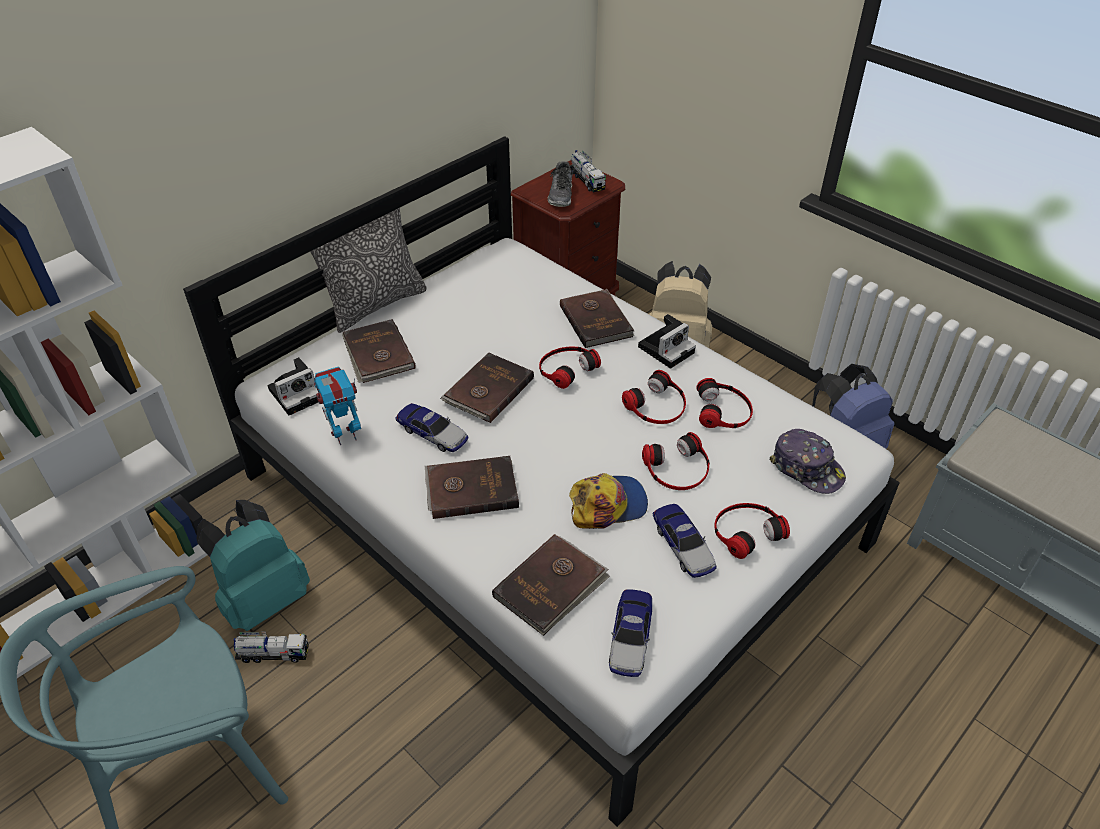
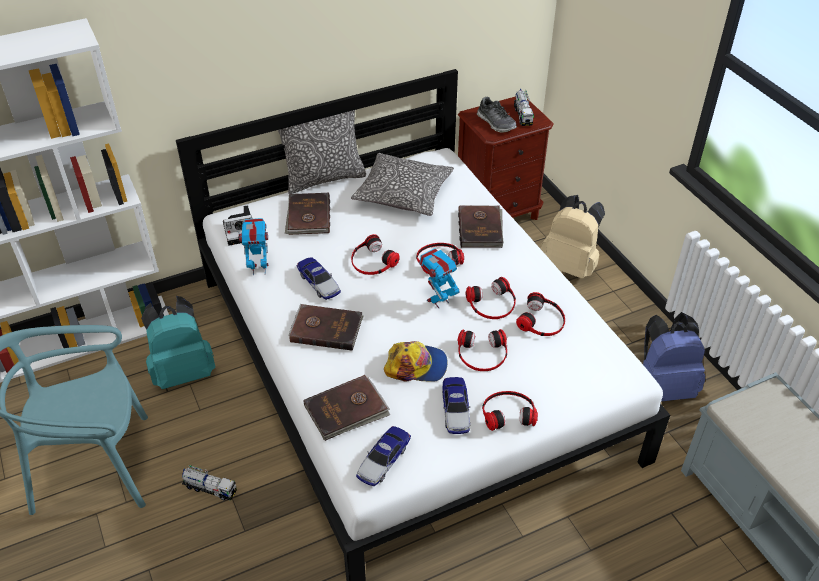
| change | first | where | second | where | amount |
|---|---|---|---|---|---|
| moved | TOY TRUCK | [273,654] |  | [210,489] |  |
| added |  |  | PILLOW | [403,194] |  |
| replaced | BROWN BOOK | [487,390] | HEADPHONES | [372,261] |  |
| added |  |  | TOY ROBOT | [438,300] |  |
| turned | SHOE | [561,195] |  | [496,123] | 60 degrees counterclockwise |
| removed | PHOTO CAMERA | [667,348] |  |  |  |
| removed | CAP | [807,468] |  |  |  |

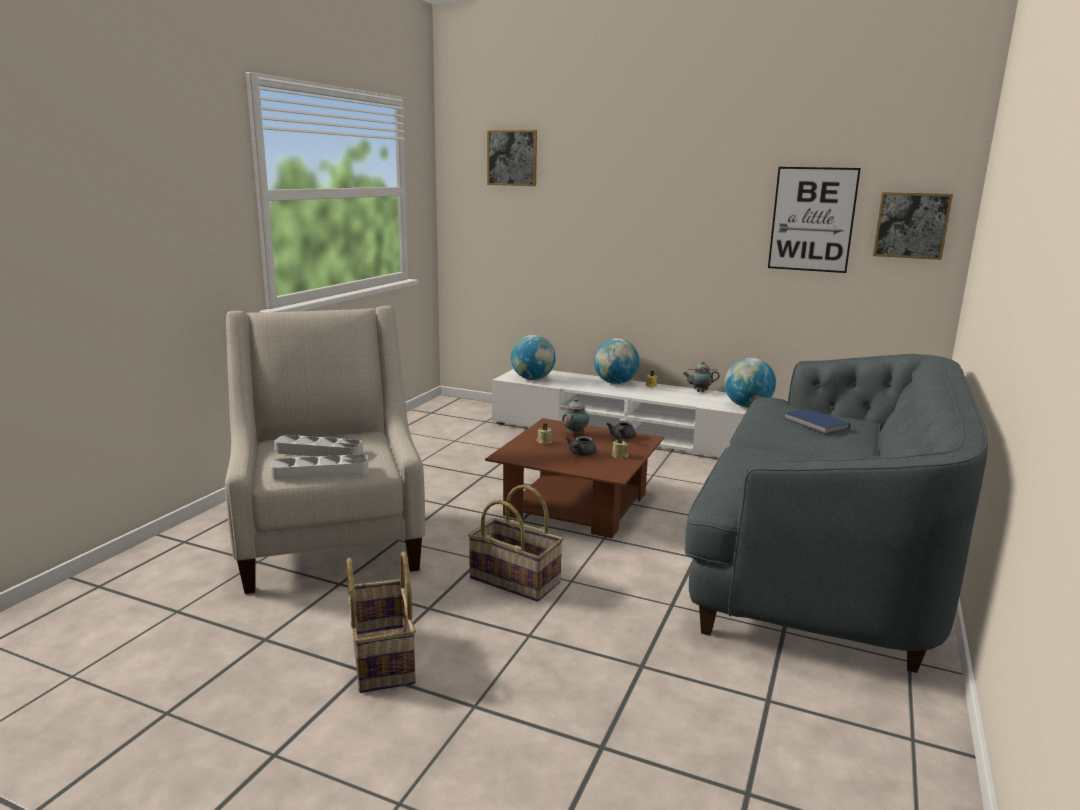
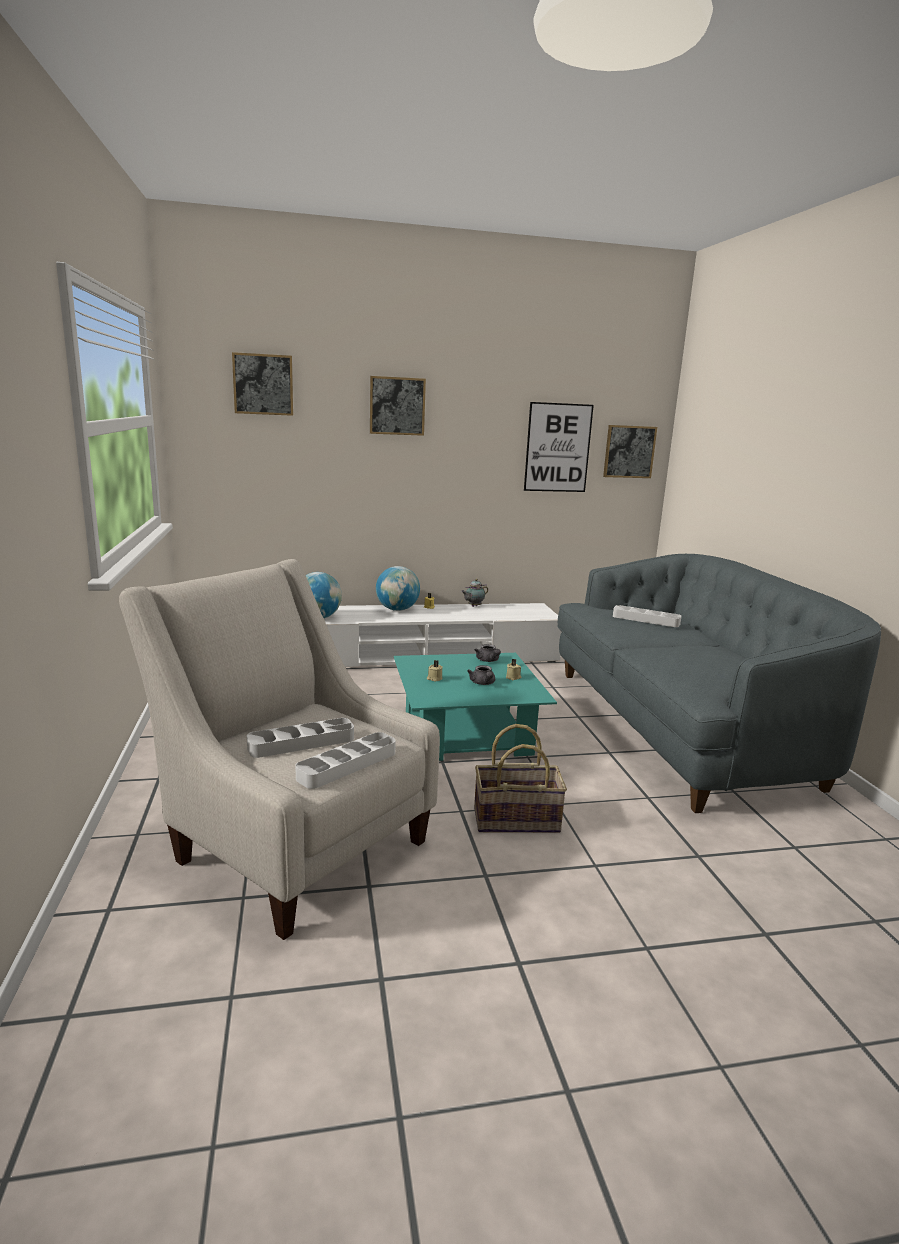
| change | first | where | second | where | amount |
|---|---|---|---|---|---|
| added |  |  | PICTURE | [397,406] |  |
| recoloured | BROWN COFFEE TABLE | [576,505] | TURQUOISE COFFEE TABLE | [466,733] |  |
| replaced | BLUE BOOK | [815,424] | GREY TRAY | [646,620] |  |
| removed | BASKET | [380,658] |  |  |  |
| removed | TEAPOT | [575,434] |  |  |  |
| removed | GLOBE | [747,406] |  |  |  |

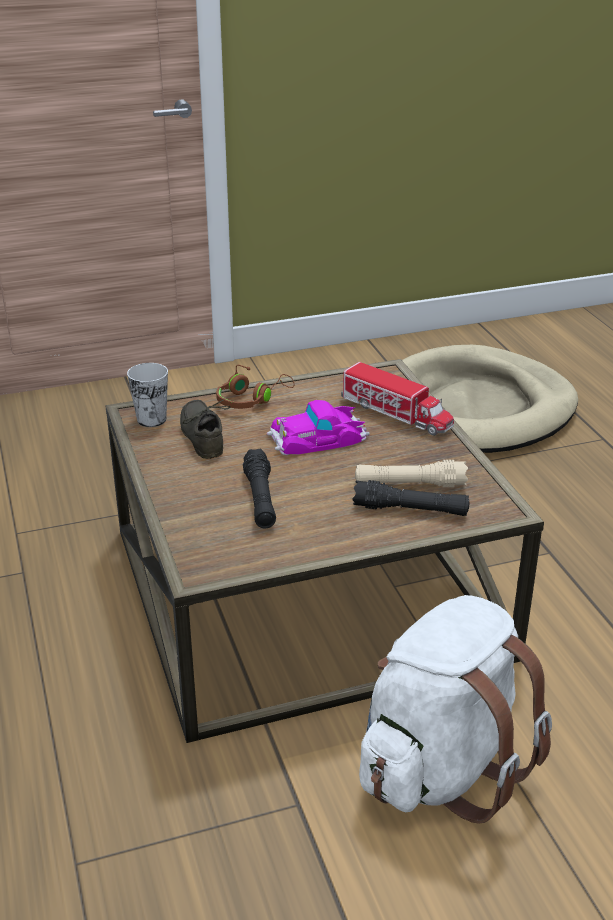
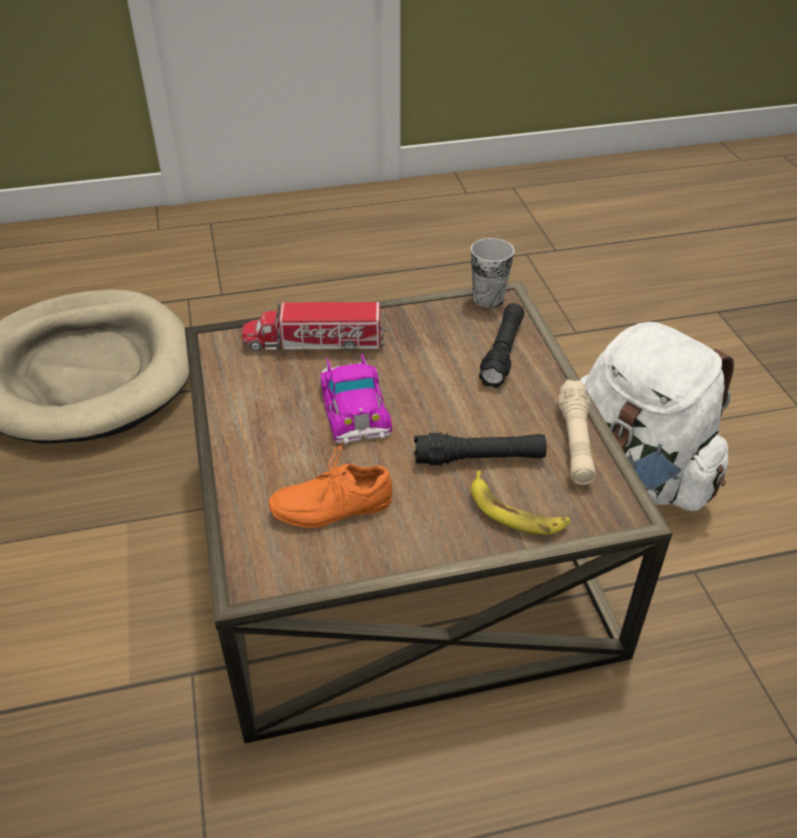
| change | first | where | second | where | amount |
|---|---|---|---|---|---|
| turned | TOY TRUCK | [396,413] |  | [315,342] | 135 degrees counterclockwise |
| recoloured | GREY SHOE | [205,436] | ORANGE SHOE | [331,504] |  |
| moved | CUP | [151,419] |  | [488,298] |  |
| added |  |  | BANANA | [515,511] |  |
| moved | BEIGE FLASHLIGHT | [410,484] |  | [575,441] |  |
| removed | BROWN HEADPHONES | [251,399] |  |  |  |

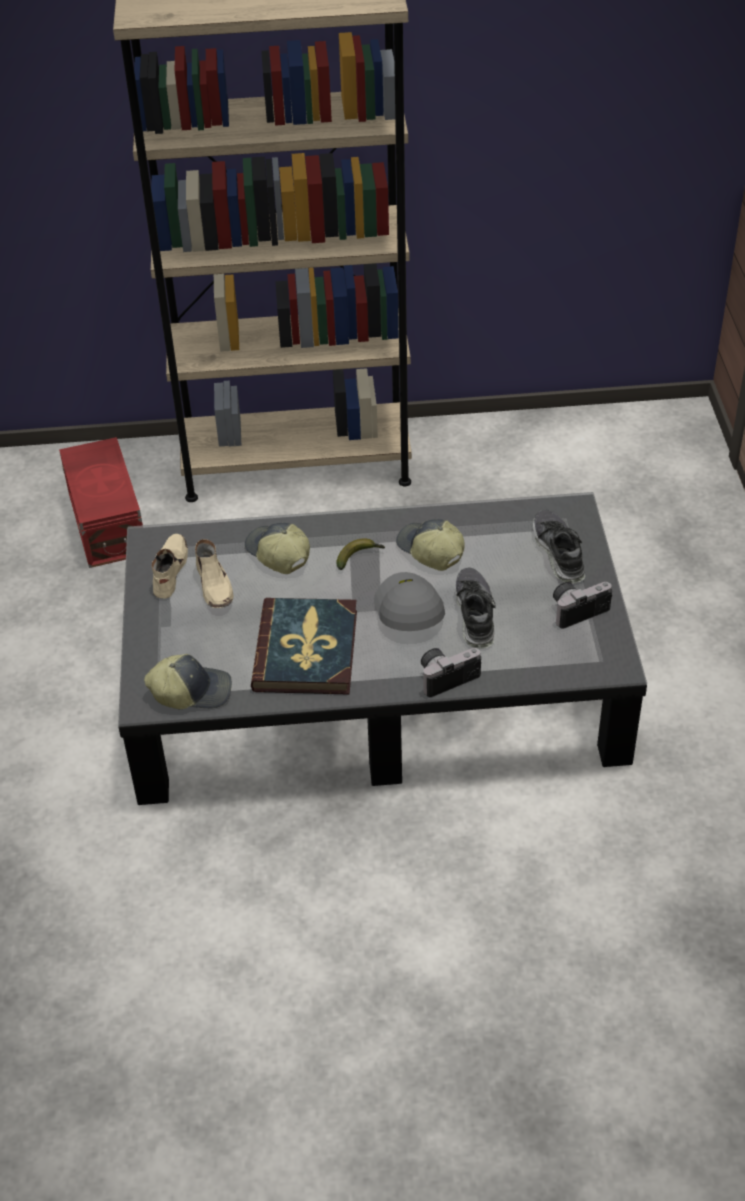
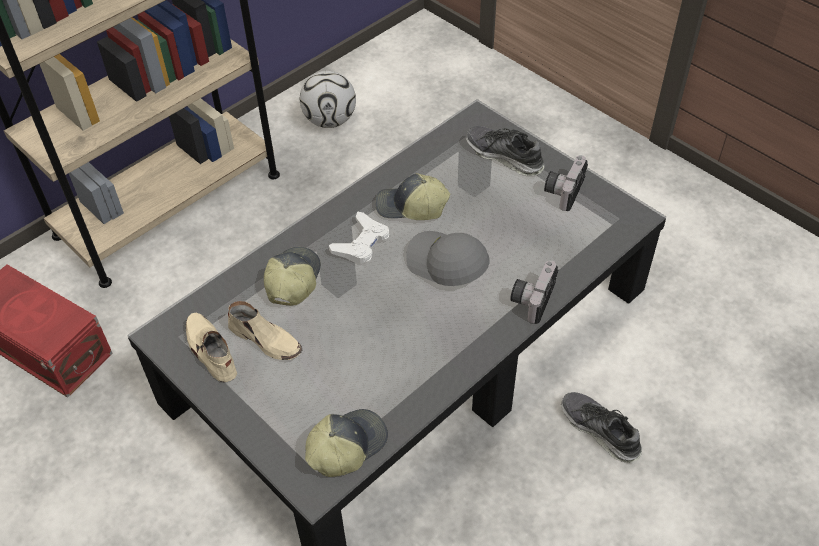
| change | first | where | second | where | amount |
|---|---|---|---|---|---|
| turned | CAP | [277,554] |  | [292,281] | 90 degrees clockwise |
| added |  |  | FOOTBALL | [330,120] |  |
| replaced | BANANA | [359,557] | WHITE GAME CONTROLLER | [361,243] |  |
| moved | SHOE | [474,614] |  | [599,431] |  |
| removed | BOOK | [307,650] |  |  |  |

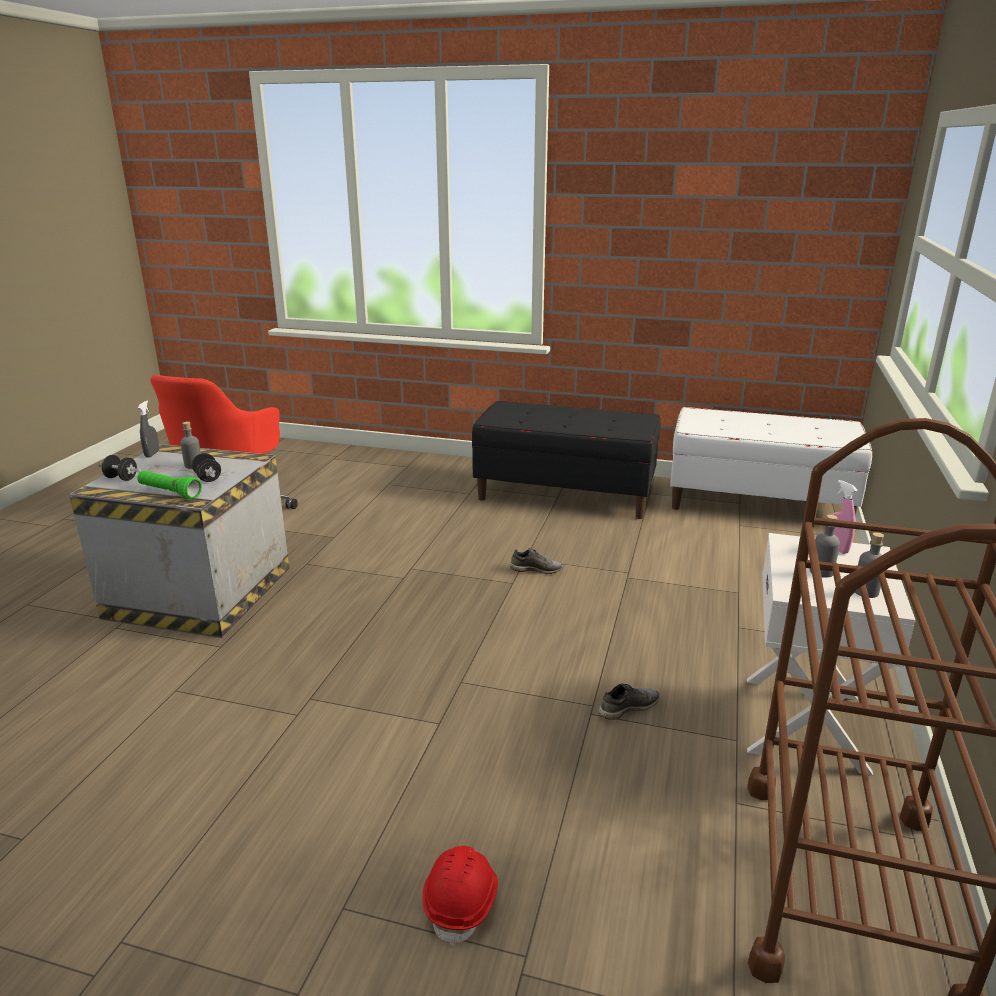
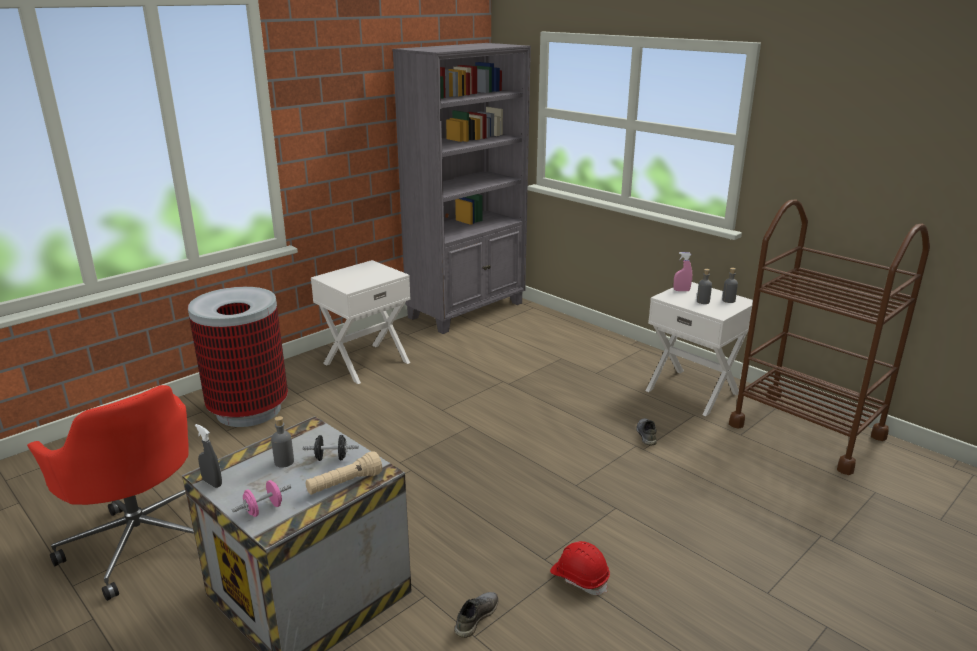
| change | first | where | second | where | amount |
|---|---|---|---|---|---|
| added |  |  | TRASH CAN | [249,410] |  |
| recoloured | BLACK DUMBBELL | [121,478] | PINK DUMBBELL | [264,509] |  |
| recoloured | GREEN FLASHLIGHT | [169,493] | BEIGE FLASHLIGHT | [344,484] |  |
| replaced | BLACK BENCH | [565,494] | WHITE NIGHTSTAND | [366,362] |  |
| replaced | WHITE BENCH | [759,503] | GREY BOOKCASE | [467,310] |  |
| moved | GREY SHOE | [536,569] |  | [476,617] |  |
| moved | RED HARD HAT | [462,902] |  | [579,578] |  |

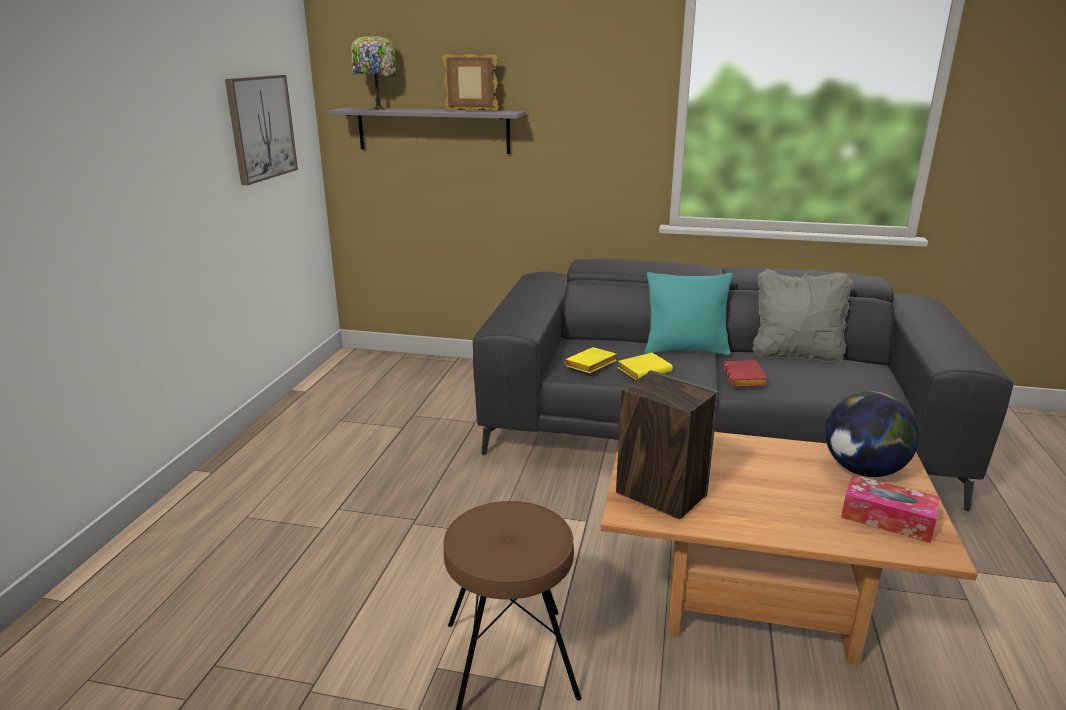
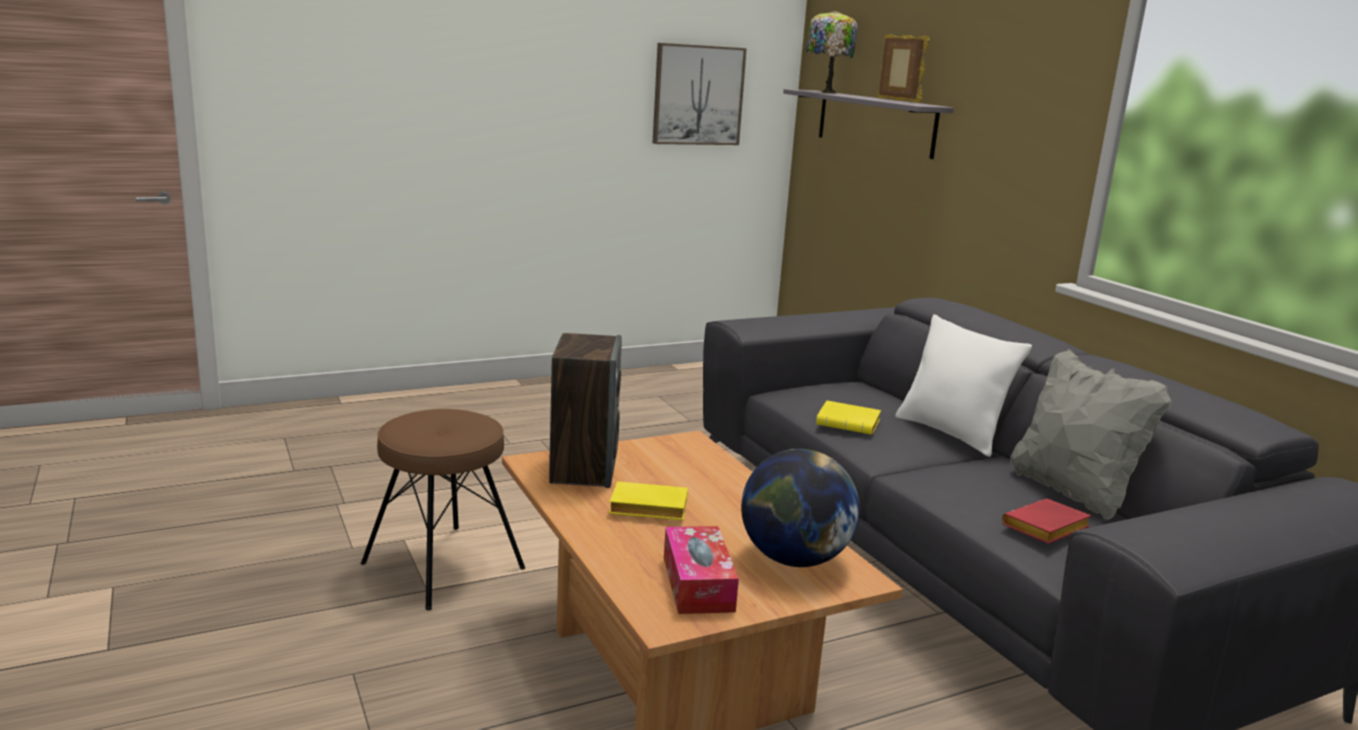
| change | first | where | second | where | amount |
|---|---|---|---|---|---|
| moved | YELLOW BOOK | [591,365] |  | [646,509] |  |
| recoloured | TURQUOISE PILLOW | [685,350] | WHITE PILLOW | [950,433] |  |
| moved | RED BOOK | [745,378] |  | [1045,529] |  |

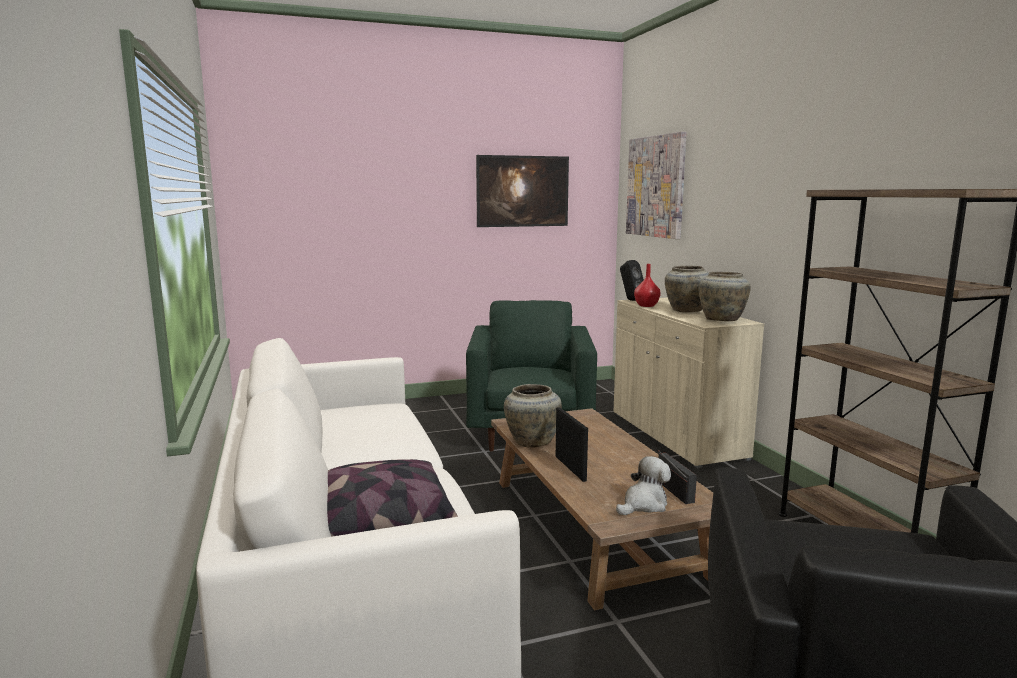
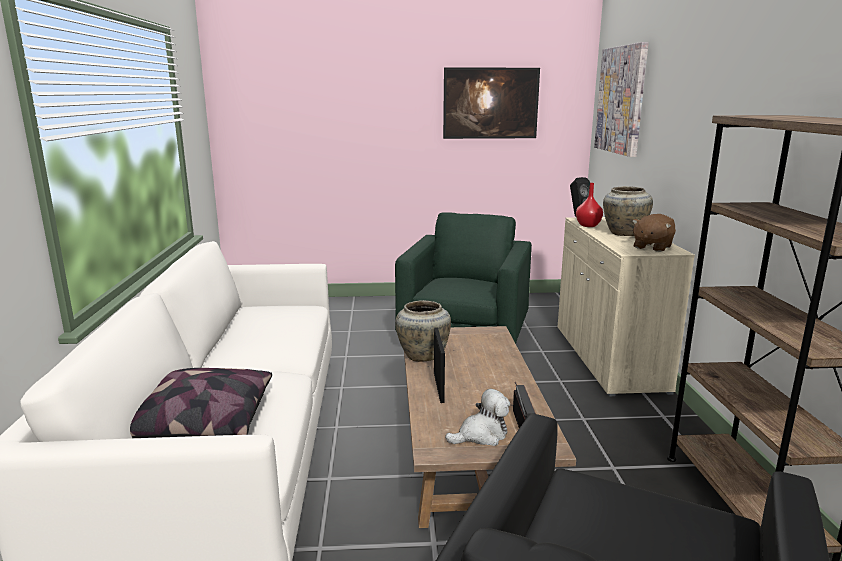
| change | first | where | second | where | amount |
|---|---|---|---|---|---|
| replaced | BEIGE VASE | [722,319] | BROWN PLUSH TOY | [651,247] |  |

